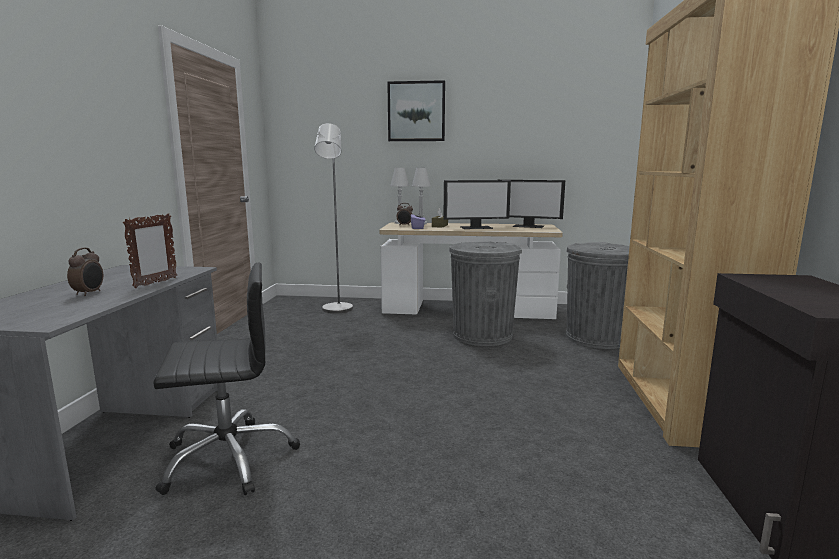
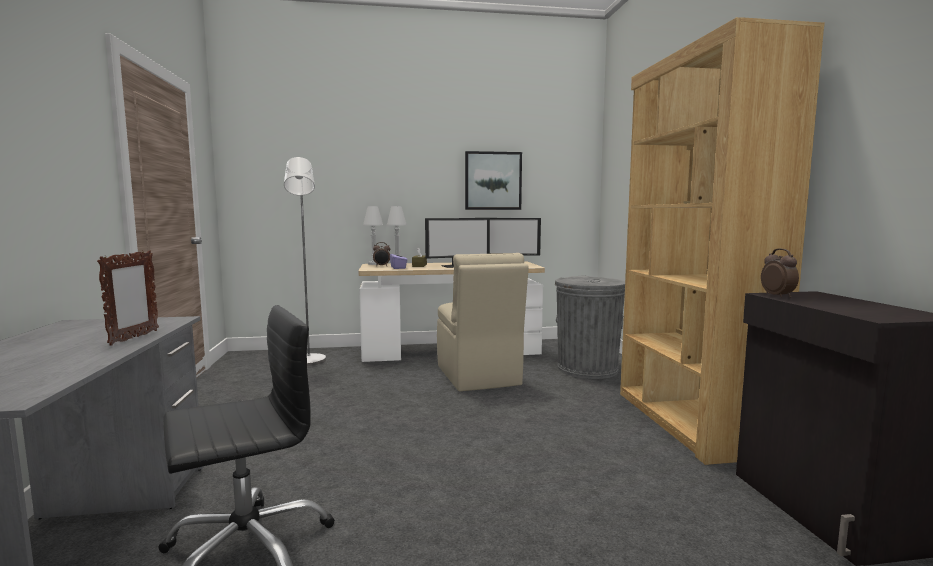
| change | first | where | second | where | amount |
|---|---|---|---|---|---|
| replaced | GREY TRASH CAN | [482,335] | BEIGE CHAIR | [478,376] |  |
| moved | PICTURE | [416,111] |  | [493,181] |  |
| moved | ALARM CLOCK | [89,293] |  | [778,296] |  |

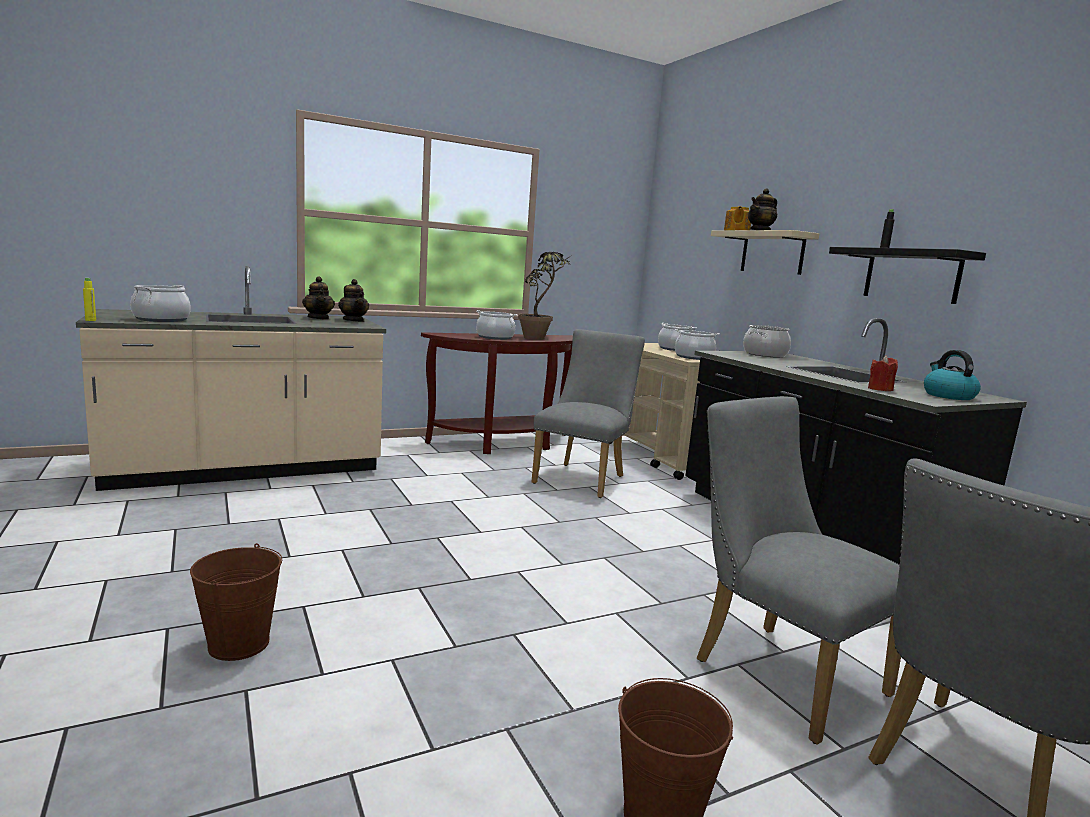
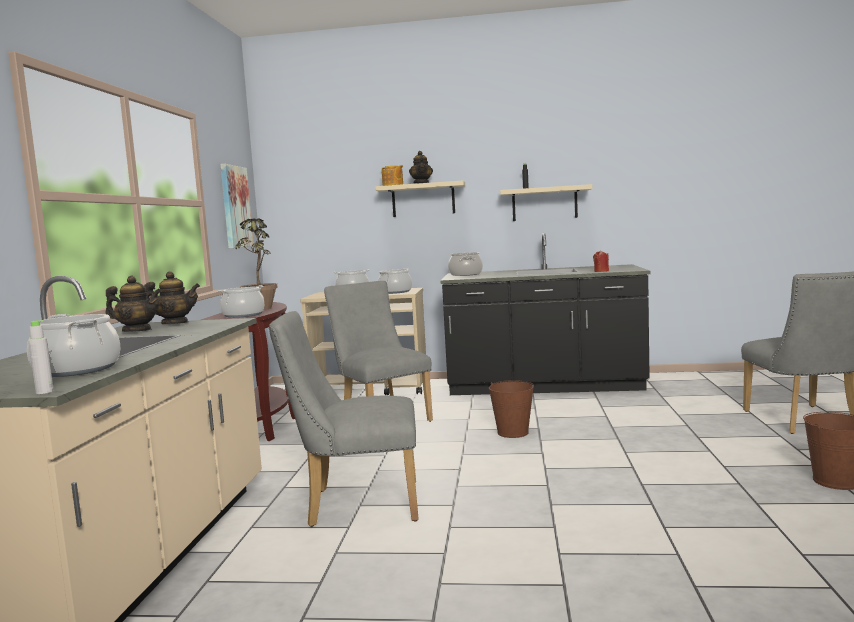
| change | first | where | second | where | amount |
|---|---|---|---|---|---|
| recoloured | YELLOW BOTTLE | [90,320] | GREY BOTTLE | [44,392] |  |
| added |  |  | PICTURE | [235,207] |  |
| moved | GREY CHAIR | [777,670] |  | [355,504] |  |
| moved | BROWN BUCKET | [238,644] |  | [512,433] |  |
| recoloured | BLACK SHELF | [911,275] | BEIGE SHELF | [544,203] |  |
| removed | KETTLE | [947,396] |  |  |  |

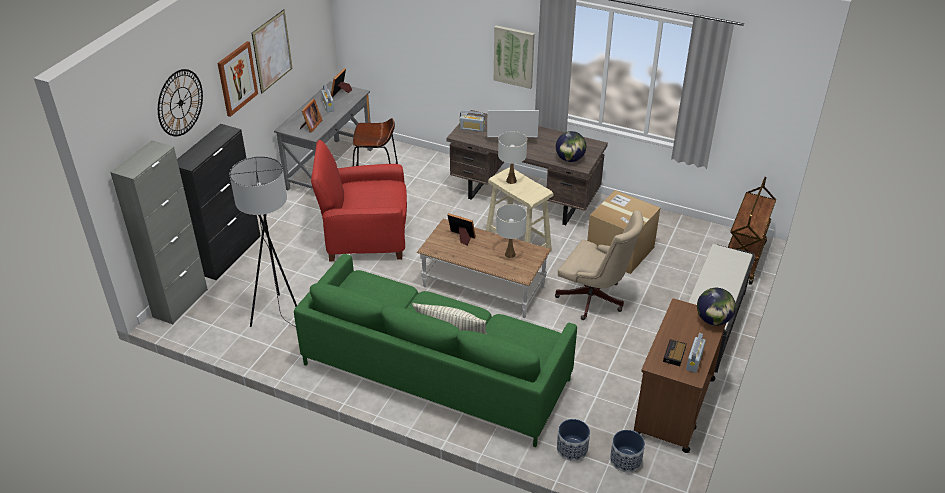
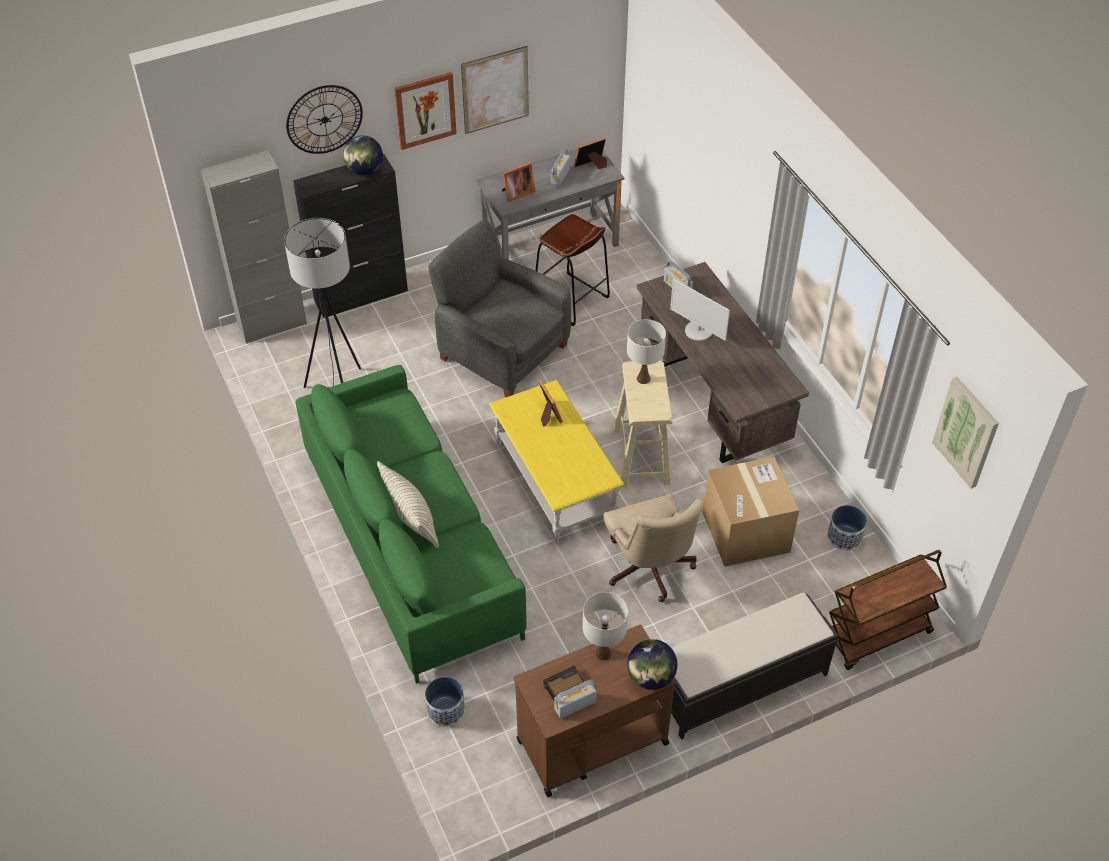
| change | first | where | second | where | amount |
|---|---|---|---|---|---|
| moved | GLOBE | [569,159] |  | [364,170] |  |
| recoloured | RED ARMCHAIR | [365,236] | GREY ARMCHAIR | [502,351] |  |
| recoloured | BROWN COFFEE TABLE | [483,286] | YELLOW COFFEE TABLE | [554,481] |  |
| moved | WHITE TABLE LAMP | [510,254] |  | [603,653] |  |
| moved | PLANTER | [626,460] |  | [844,537] |  |
| moved | PICTURE | [514,56] |  | [966,432] |  |

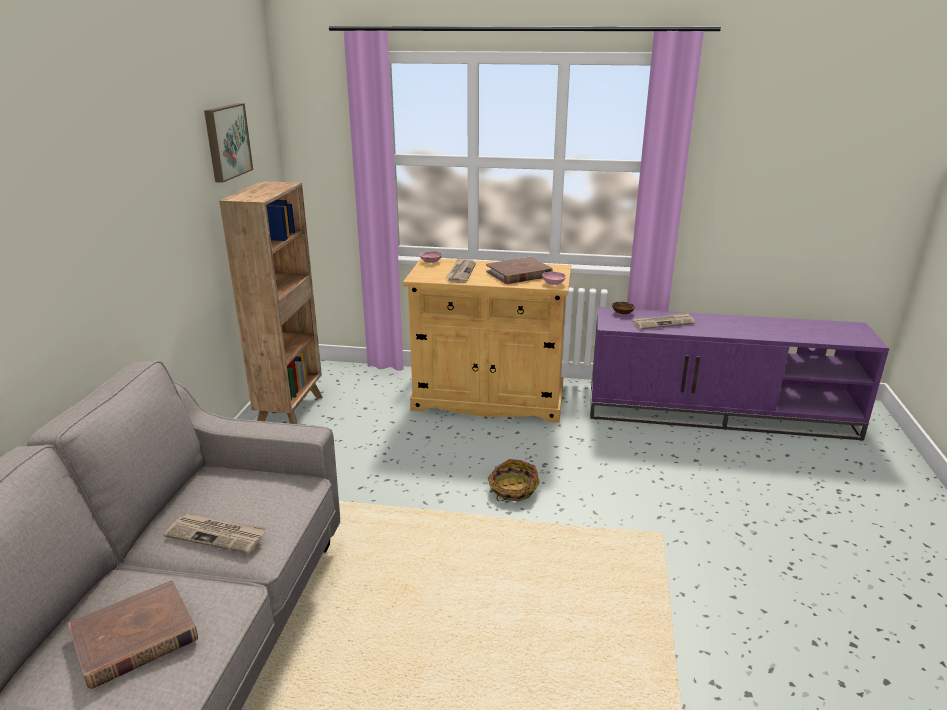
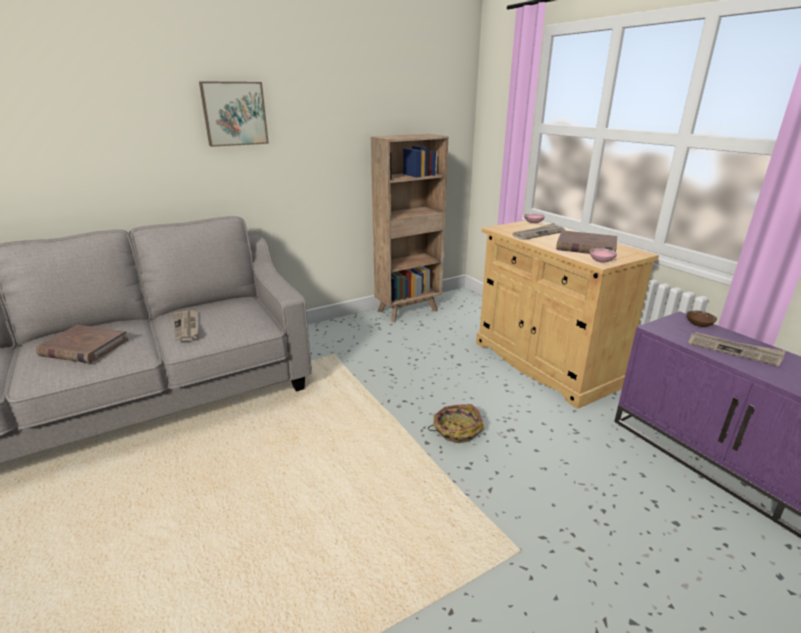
| change | first | where | second | where | amount |
|---|---|---|---|---|---|
| moved | PICTURE | [226,141] |  | [234,113] |  |

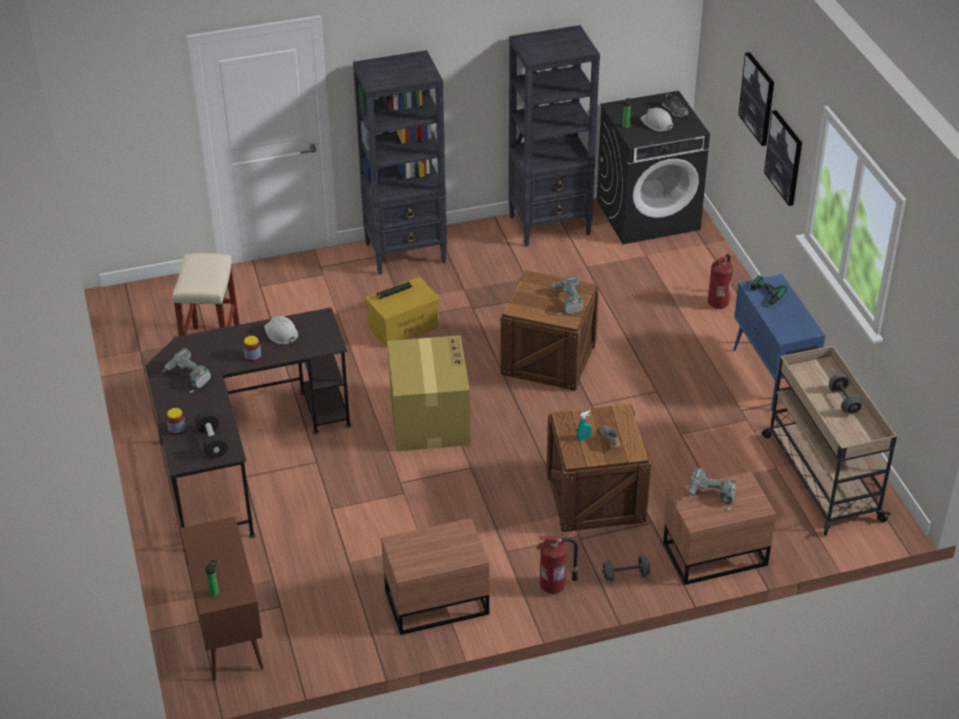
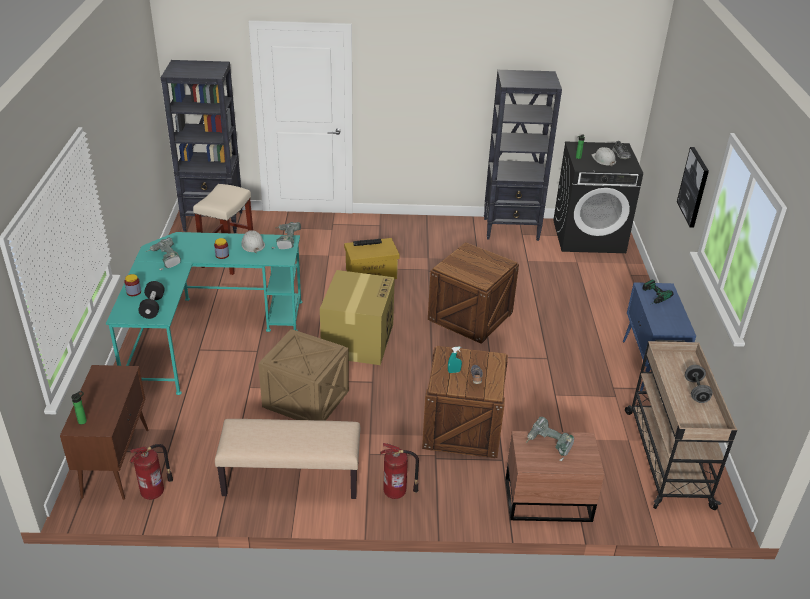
| change | first | where | second | where | amount |
|---|---|---|---|---|---|
| recoloured | BLACK DESK | [239,453] | TURQUOISE DESK | [204,332] |  |
| moved | FIRE EXTINGUISHER | [719,303] |  | [154,492] |  |
| moved | BLACK BOOKCASE | [406,253] |  | [214,221] |  |
| replaced | BROWN NIGHTSTAND | [434,601] | BEIGE BENCH | [291,479] |  |
| added |  |  | CRATE | [305,400] |  |
| moved | POWER DRILL | [566,302] |  | [285,241] |  |
| removed | GREY DUMBBELL | [625,575] |  |  |  |
| removed | PICTURE | [758,98] |  |  |  |

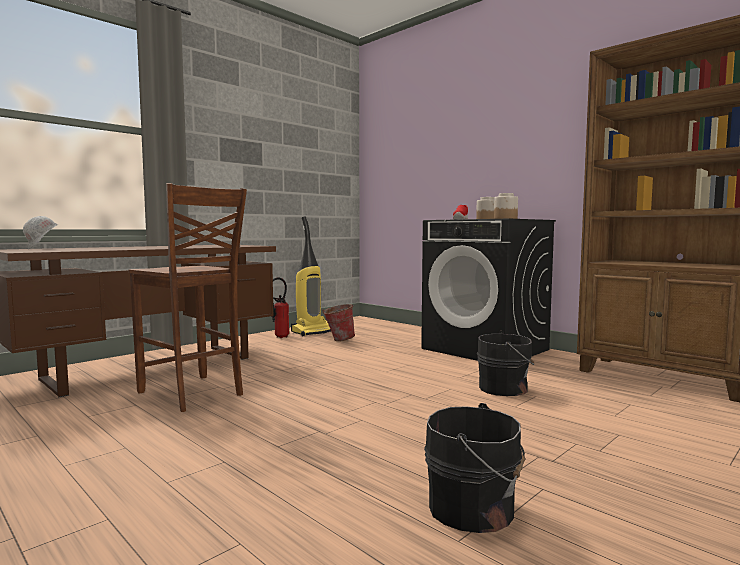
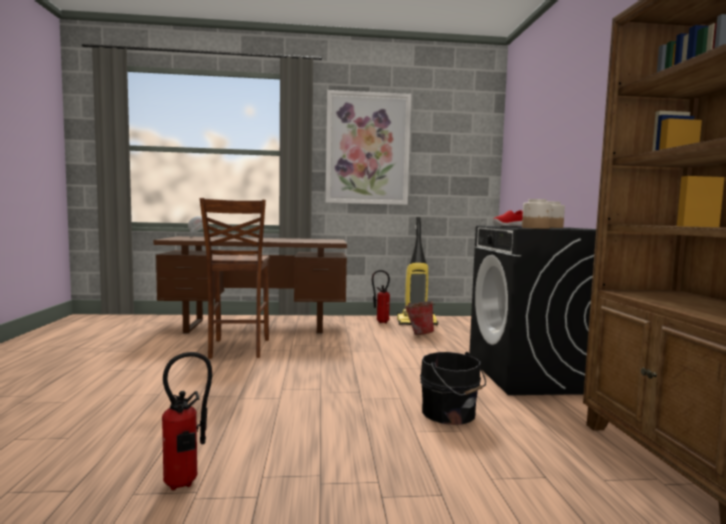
| change | first | where | second | where | amount |
|---|---|---|---|---|---|
| replaced | BLACK BUCKET | [475,509] | FIRE EXTINGUISHER | [186,483] |  |
| added |  |  | PICTURE | [367,149] |  |

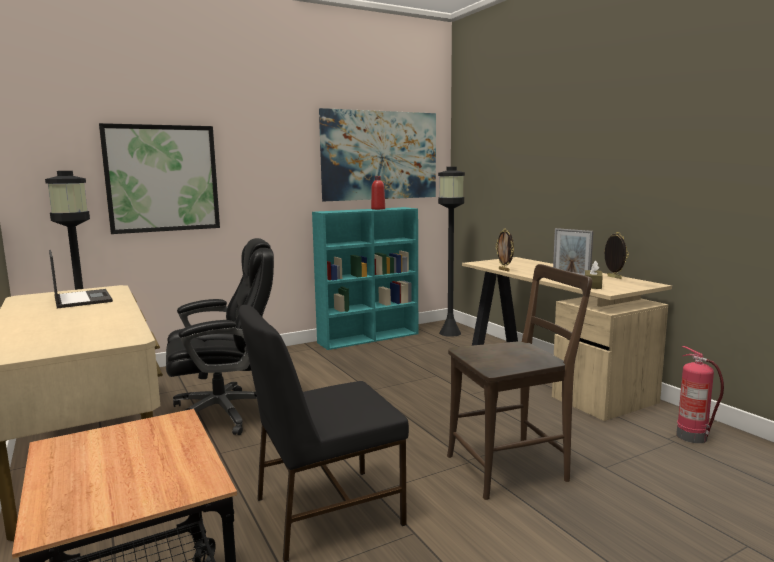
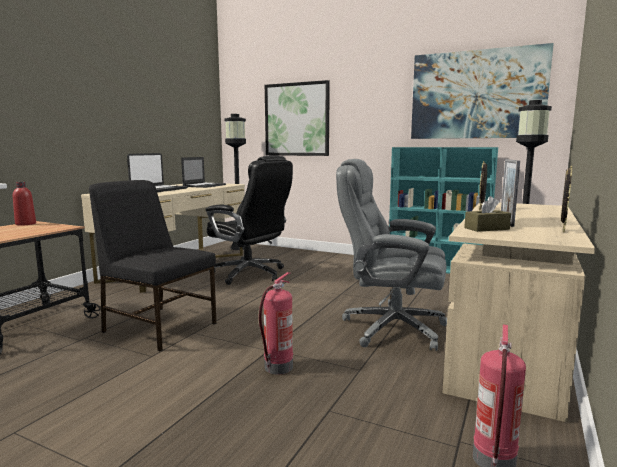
| change | first | where | second | where | amount |
|---|---|---|---|---|---|
| moved | RED BOTTLE | [378,209] |  | [25,224] |  |
| added |  |  | LAPTOP | [159,189] |  |
| replaced | BROWN CHAIR | [512,467] | FIRE EXTINGUISHER | [278,368] |  |
| added |  |  | GREY OFFICE CHAIR | [391,328] |  |

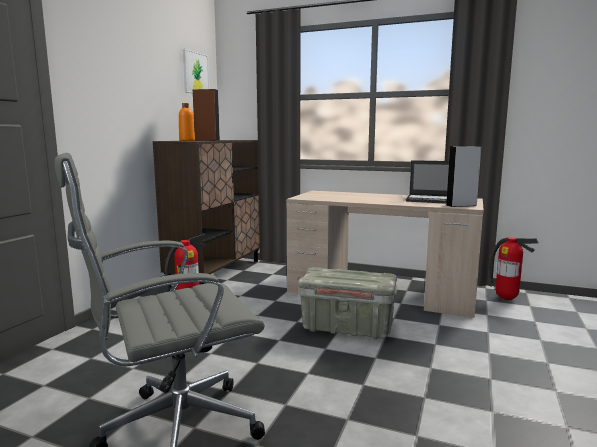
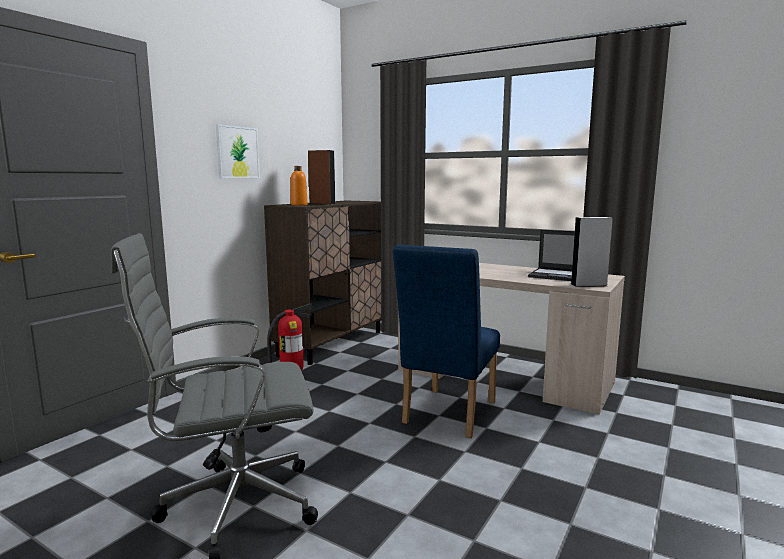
| change | first | where | second | where | amount |
|---|---|---|---|---|---|
| moved | PICTURE | [195,73] |  | [237,152] |  |
| replaced | GREY STORAGE BOX | [346,328] | BLUE CHAIR | [446,415] |  |
| removed | FIRE EXTINGUISHER | [507,299] |  |  |  |

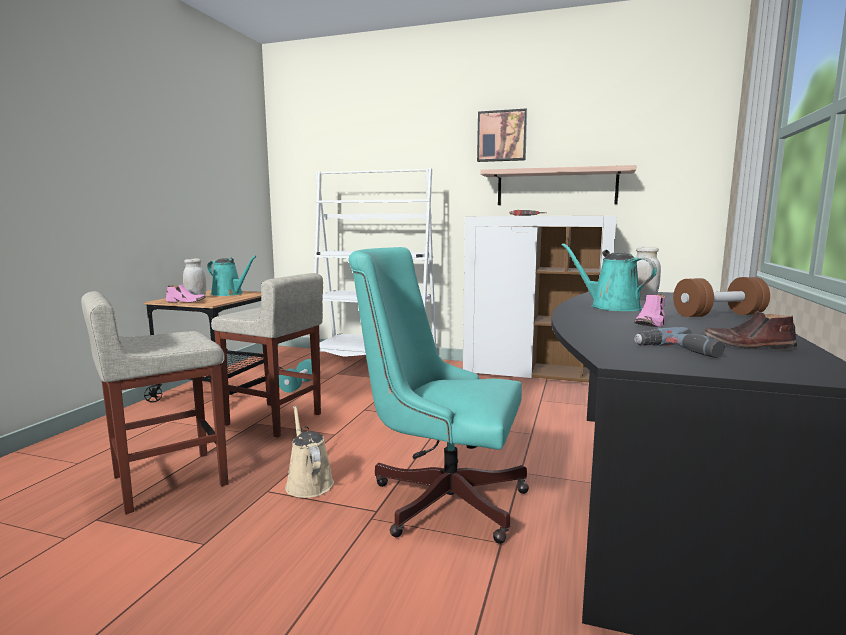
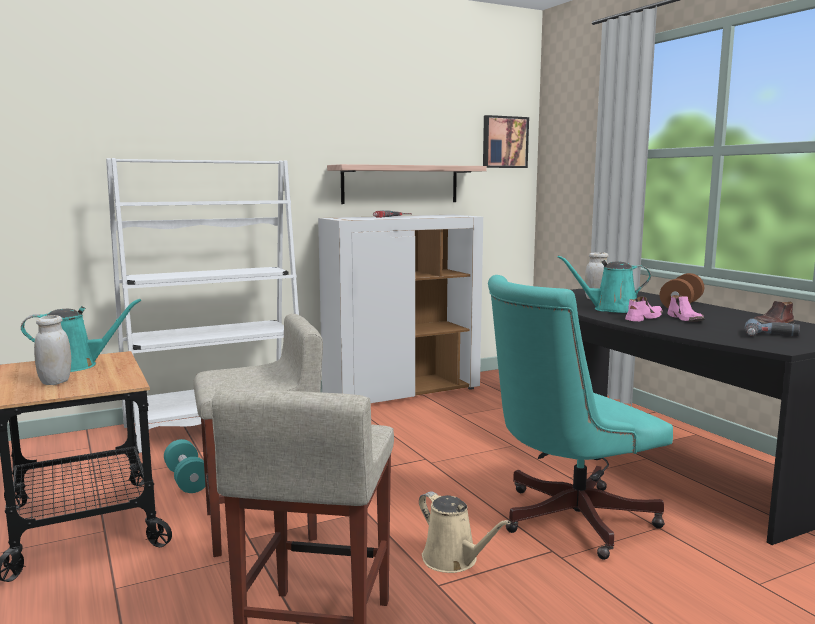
| change | first | where | second | where | amount |
|---|---|---|---|---|---|
| turned | BEIGE WATERING CAN | [308,483] |  | [453,560] | 150 degrees counterclockwise |
| moved | PICTURE | [502,136] |  | [504,142] |  |
| moved | PINK SHOE | [186,301] |  | [643,318] |  |

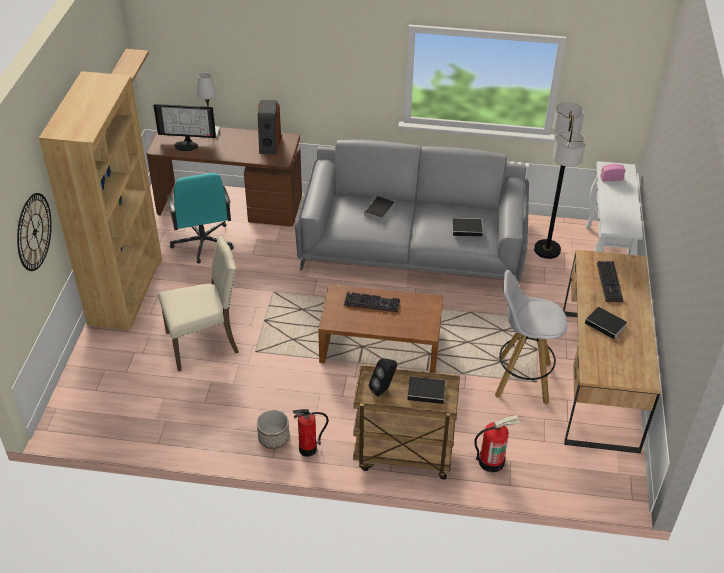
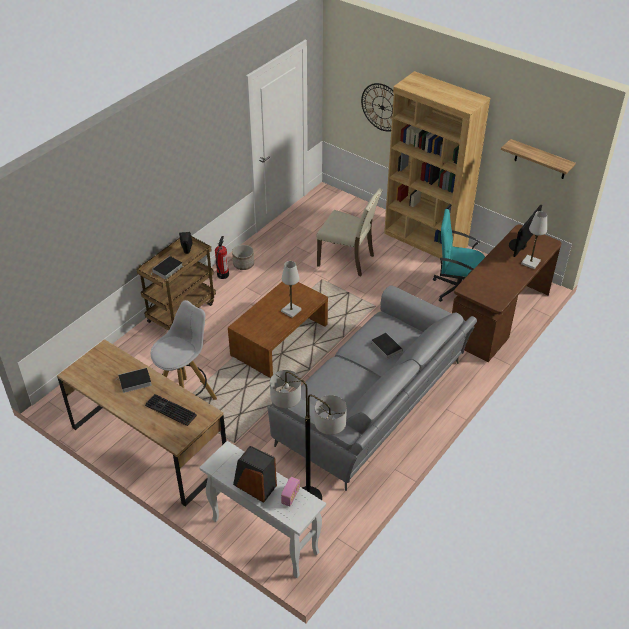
| change | first | where | second | where | amount |
|---|---|---|---|---|---|
| moved | SPEAKER | [269,144] |  | [254,486] |  |
| replaced | KEYBOARD | [373,302] | WHITE TABLE LAMP | [291,311] |  |
| turned | BEIGE CHAIR | [204,343] |  | [347,260] | 75 degrees counterclockwise |
| removed | BOOK | [468,229] |  |  |  |
| removed | FIRE EXTINGUISHER | [491,461] |  |  |  |

